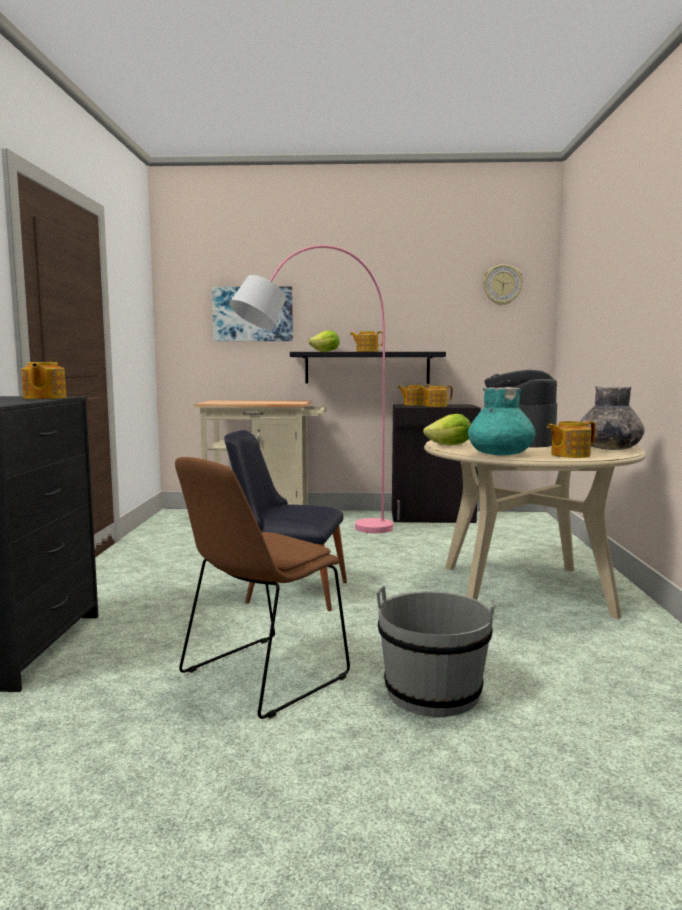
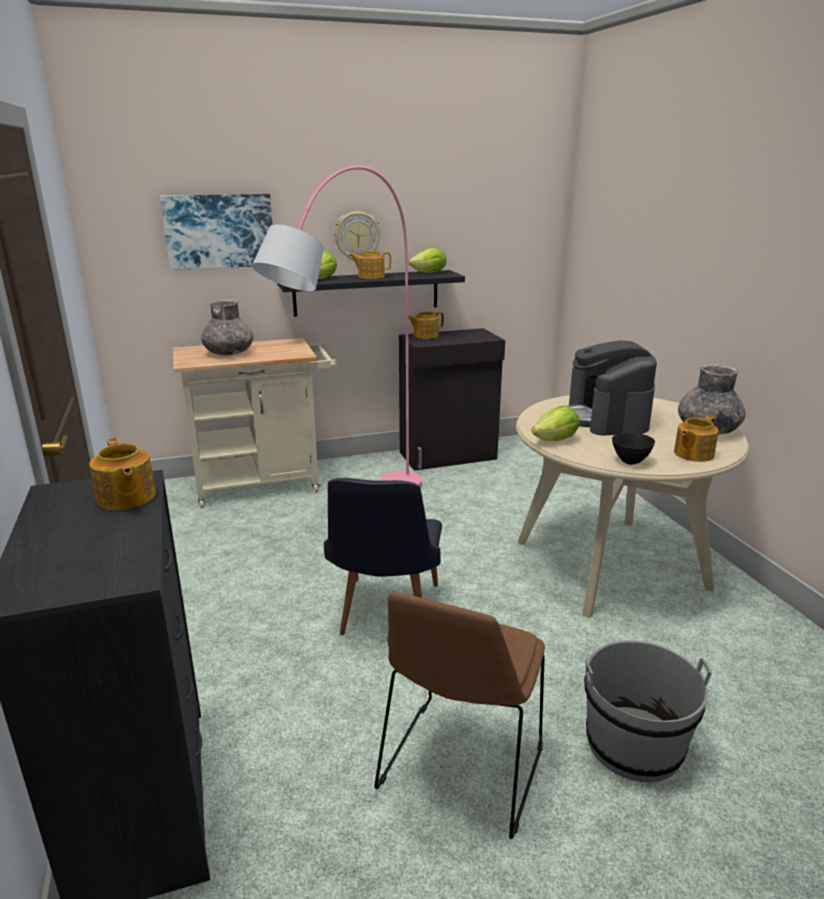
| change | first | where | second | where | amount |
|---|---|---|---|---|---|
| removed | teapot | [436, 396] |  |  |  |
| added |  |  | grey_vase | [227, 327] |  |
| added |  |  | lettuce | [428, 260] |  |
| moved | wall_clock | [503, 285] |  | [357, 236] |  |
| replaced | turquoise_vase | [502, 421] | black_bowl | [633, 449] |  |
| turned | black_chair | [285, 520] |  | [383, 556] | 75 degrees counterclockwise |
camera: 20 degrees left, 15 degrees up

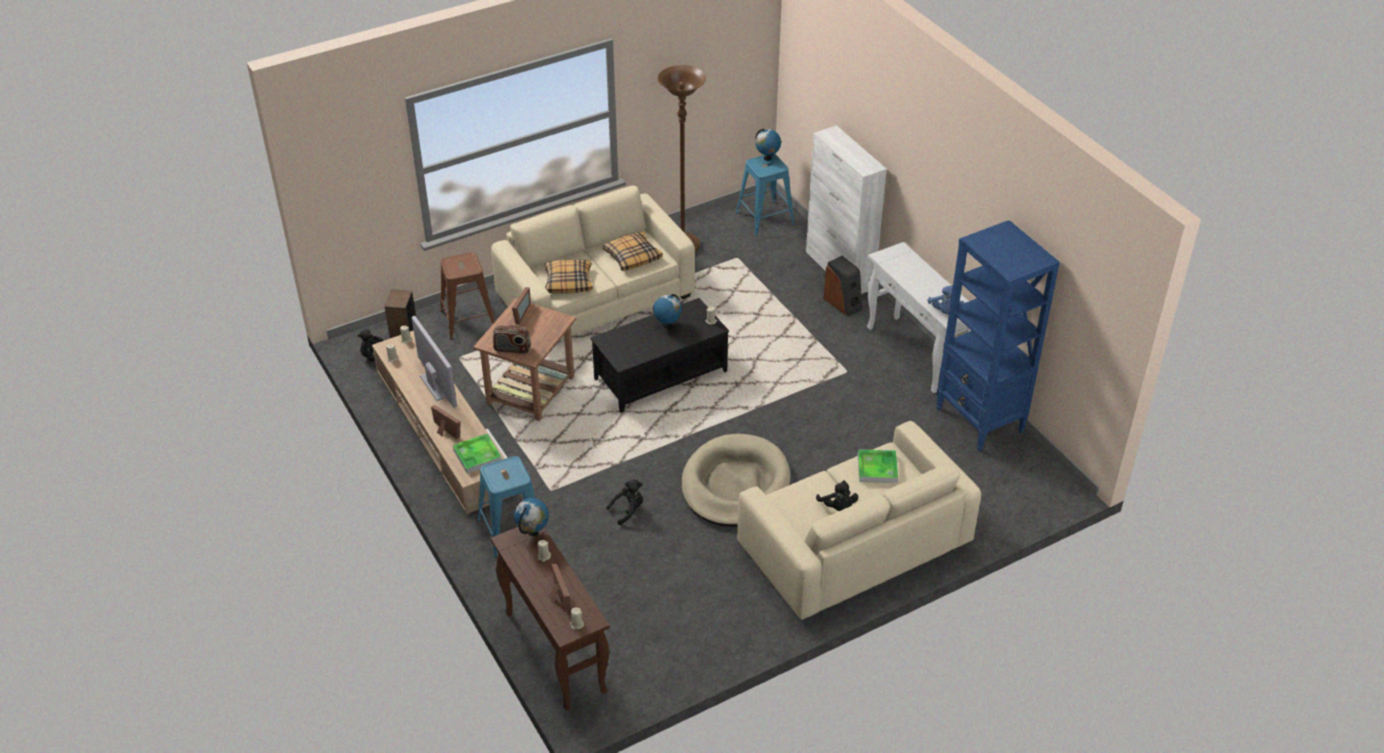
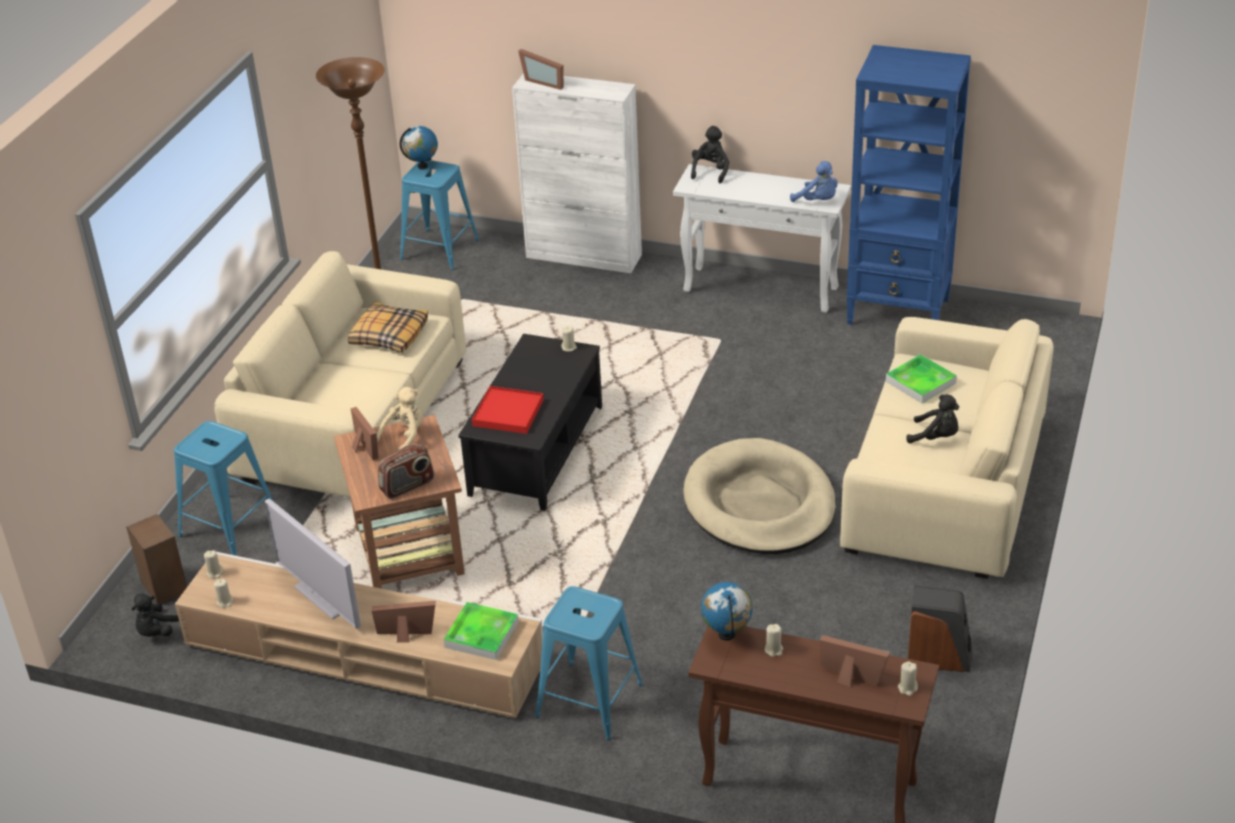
| change | first | where | second | where | amount |
|---|---|---|---|---|---|
| removed | pillow | [568, 276] |  |  |  |
| removed | globe | [667, 311] |  |  |  |
| added |  |  | beige_plush_toy | [400, 419] |  |
| added |  |  | red_tray | [508, 410] |  |
| added |  |  | picture_frame | [541, 69] |  |
| moved | black_plush_toy | [624, 502] |  | [710, 155] |  |
| moved | speaker | [842, 286] |  | [940, 628] |  |
| recoloured | brown_stool | [467, 296] | blue_stool | [223, 488] |  |
| turned | television | [434, 362] |  | [313, 564] | 150 degrees counterclockwise |
camera: 40 degrees left, 5 degrees down

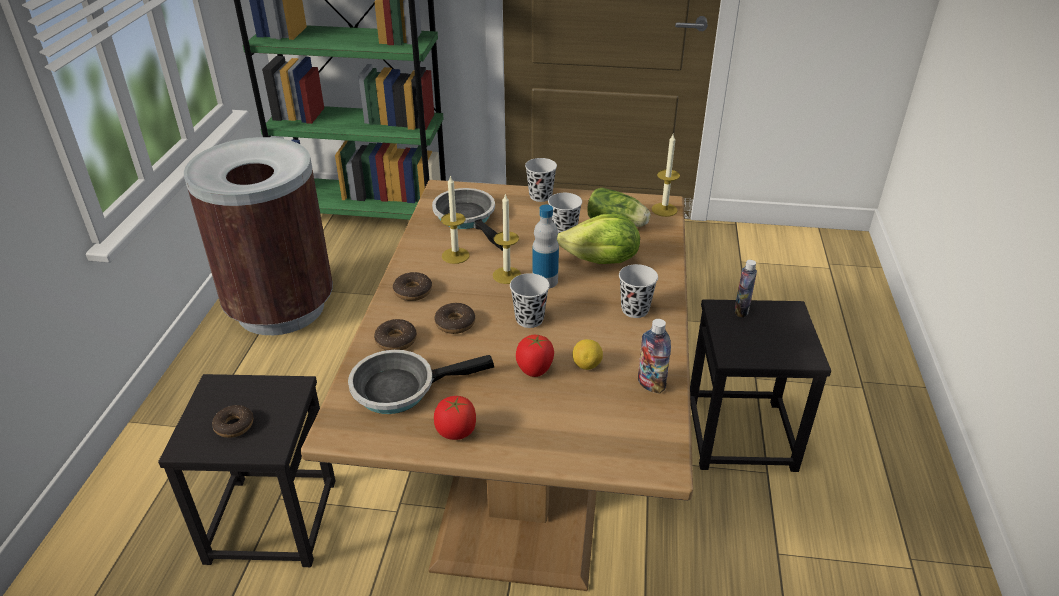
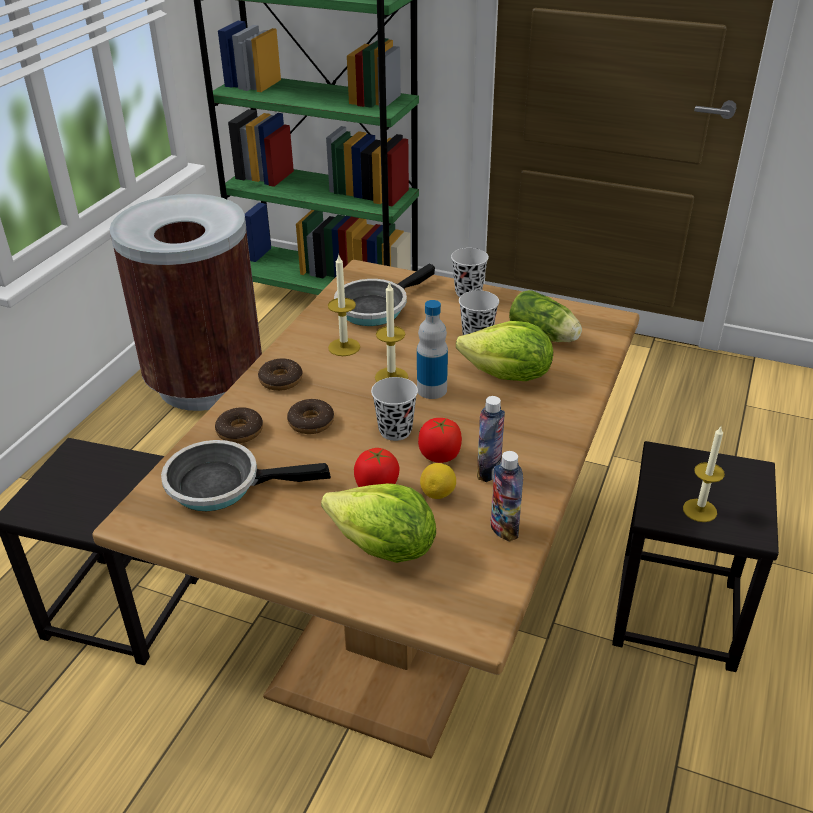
| change | first | where | second | where | amount |
|---|---|---|---|---|---|
| removed | donut | [232, 421] |  |  |  |
| removed | black_cup | [638, 291] |  |  |  |
| added |  |  | lettuce | [378, 523] |  |
| moved | tomato | [455, 418] |  | [440, 440] |  |
| moved | candle | [666, 175] |  | [704, 474] |  |
| moved | bottle | [745, 288] |  | [491, 439] |  |
| turned | frying_pan | [467, 219] |  | [384, 294] | 120 degrees counterclockwise |
camera: 15 degrees right, 0 degrees up

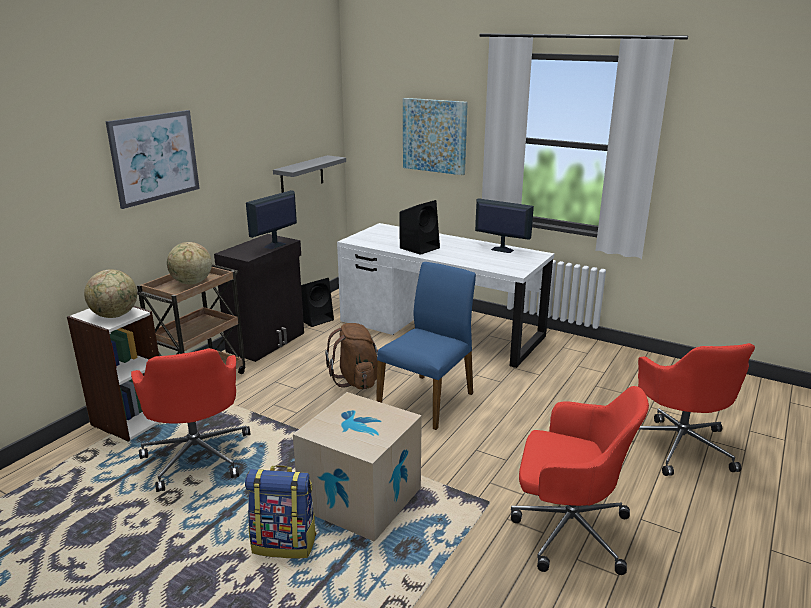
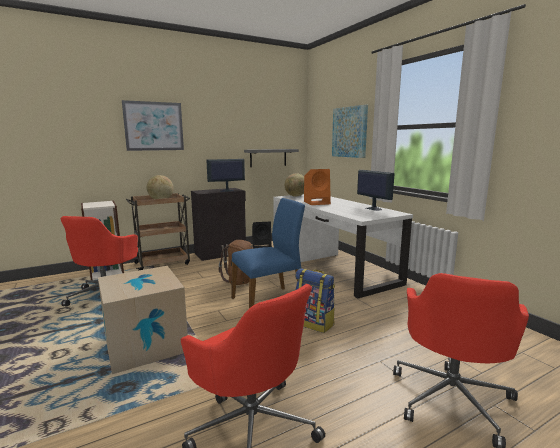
| change | first | where | second | where | amount |
|---|---|---|---|---|---|
| moved | globe | [110, 293] |  | [294, 185] |  |
| moved | backpack | [281, 511] |  | [315, 300] |  |
| recoloured | black_speaker | [419, 227] | orange_speaker | [317, 187] |  |
camera: 30 degrees right, 10 degrees down

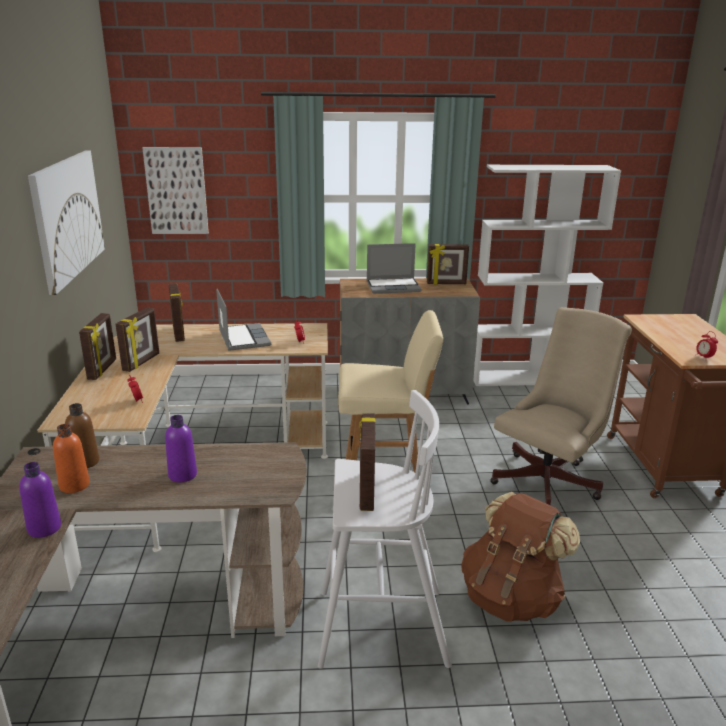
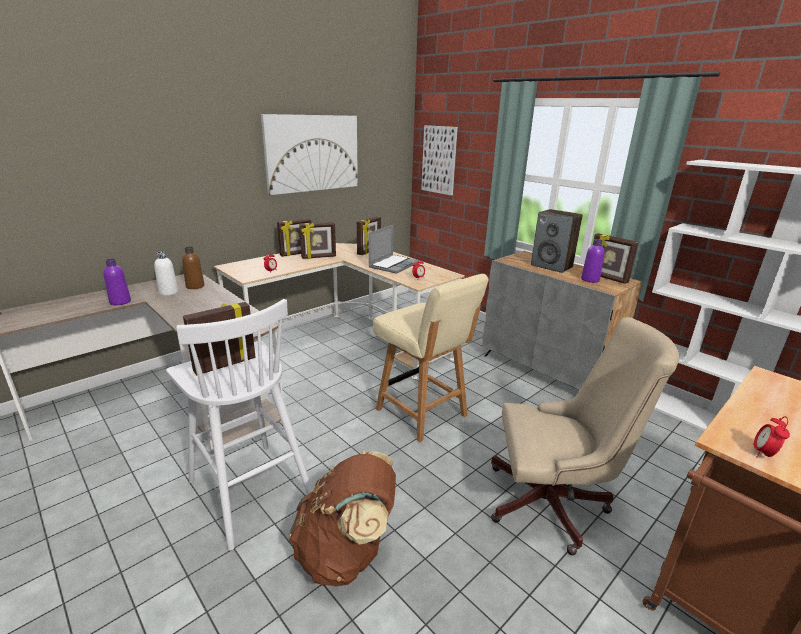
| change | first | where | second | where | amount |
|---|---|---|---|---|---|
| moved | purple_bottle | [181, 448] |  | [593, 261] |  |
| replaced | laptop | [394, 268] | speaker | [557, 241] |  |
| recoloured | orange_bottle | [71, 458] | white_bottle | [166, 274] |  |
camera: 50 degrees right, 0 degrees up

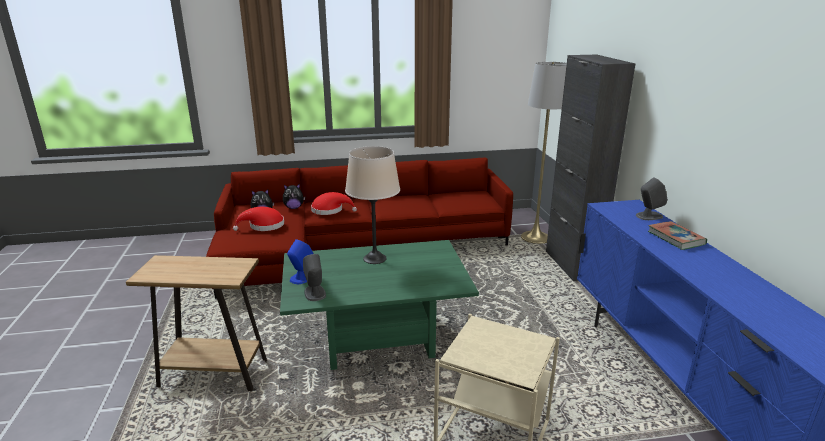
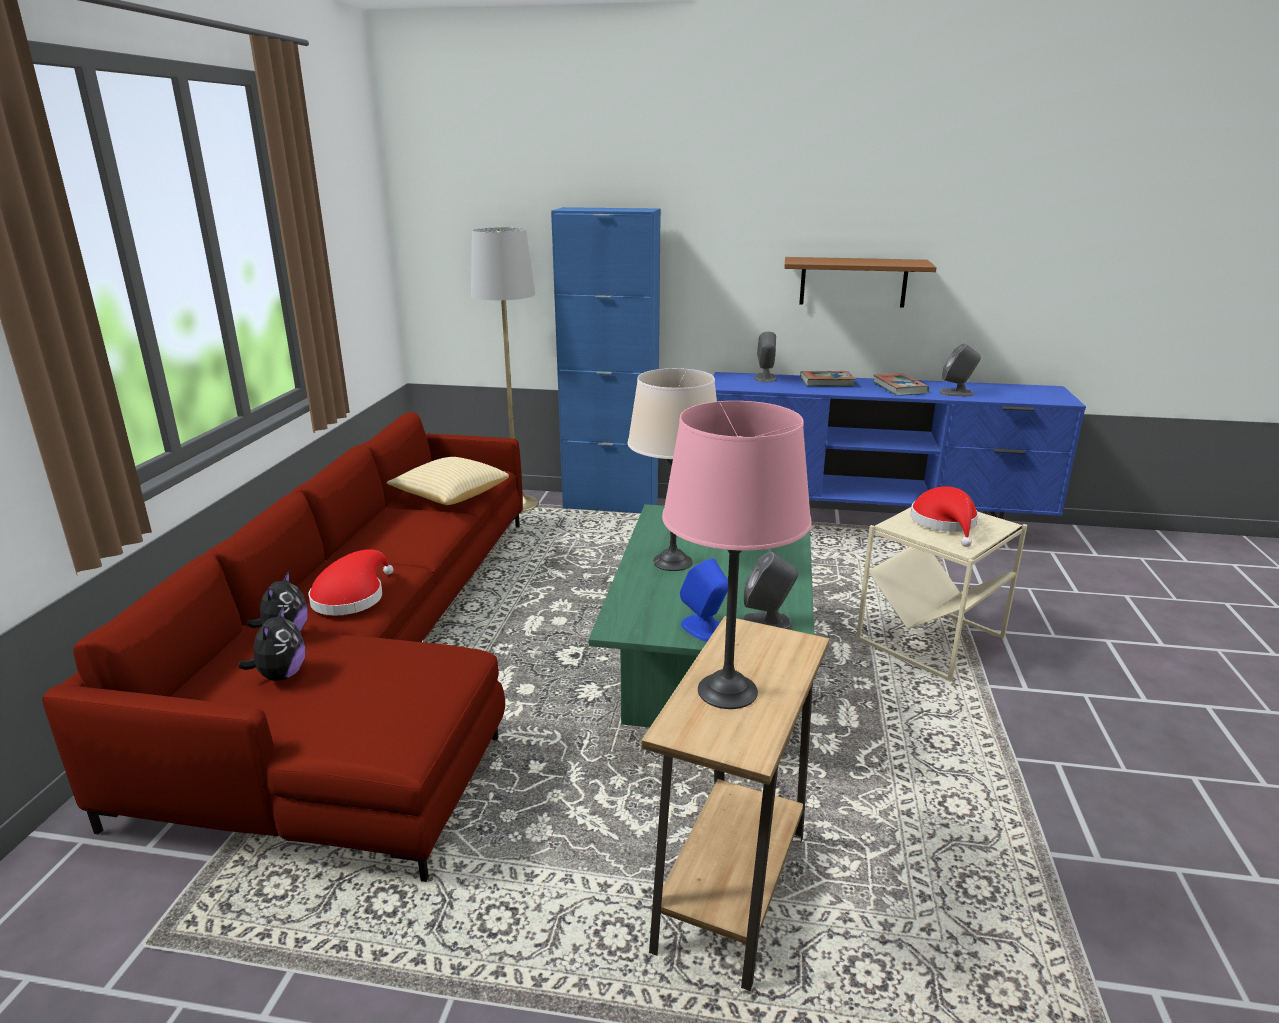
| change | first | where | second | where | amount |
|---|---|---|---|---|---|
| added |  |  | pillow | [447, 481] |  |
| added |  |  | pink_table_lamp | [737, 555] |  |
| added |  |  | brown_shelf | [860, 282] |  |
| added |  |  | book | [901, 384] |  |
| added |  |  | grey_speaker | [960, 369] |  |
| moved | red_hat | [258, 219] |  | [944, 516] |  |
| recoloured | black_cabinet | [591, 168] | blue_cabinet | [606, 360] |  |
camera: 70 degrees left, 0 degrees up

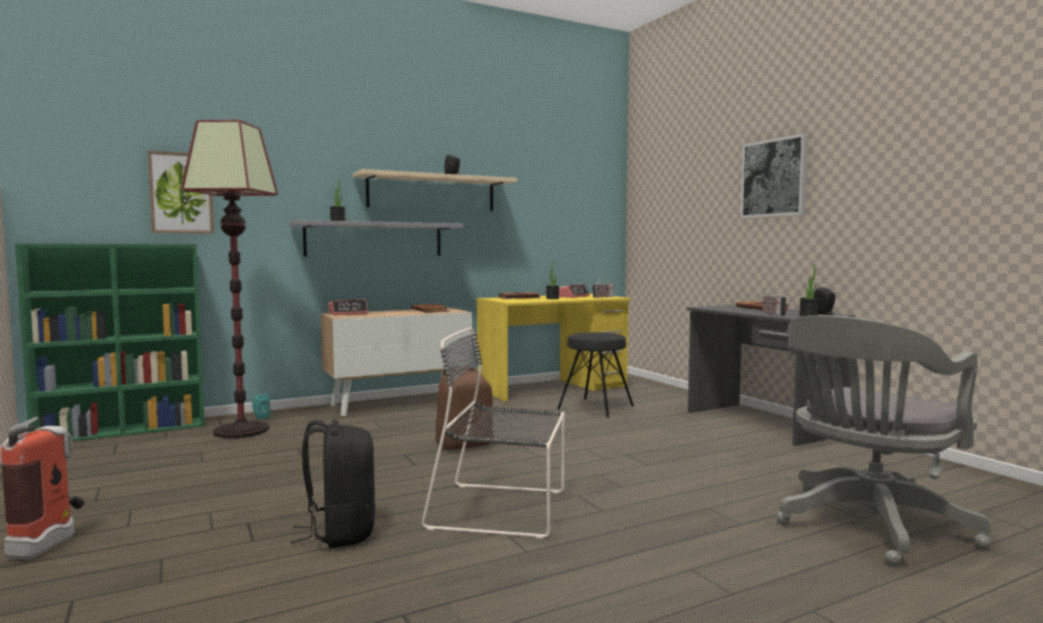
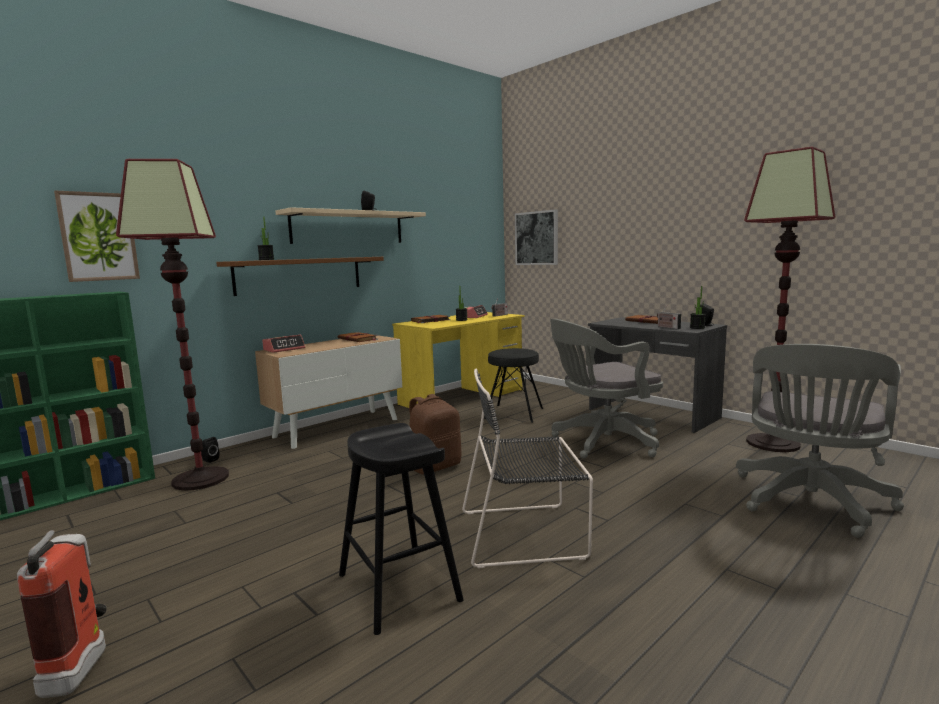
| change | first | where | second | where | amount |
|---|---|---|---|---|---|
| added |  |  | grey_office_chair | [606, 389] |  |
| added |  |  | floor_lamp | [790, 299] |  |
| moved | picture | [774, 175] |  | [536, 237] |  |
| replaced | black_backpack | [332, 484] | black_stool | [401, 529] |  |
| recoloured | turquoise_speaker | [261, 406] | black_speaker | [210, 450] |  |
| recoloured | grey_shelf | [376, 238] | brown_shelf | [300, 276] |  |
camera: 15 degrees left, 5 degrees up

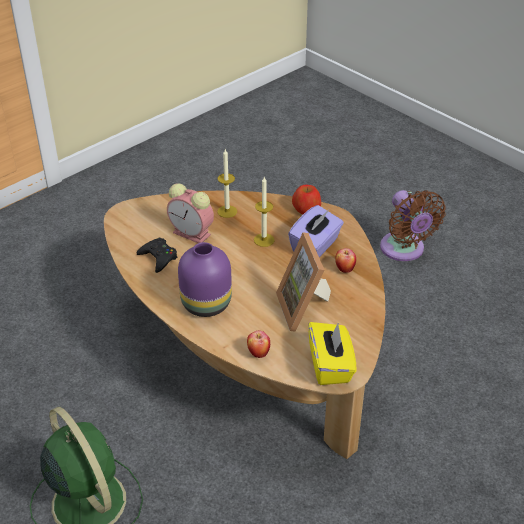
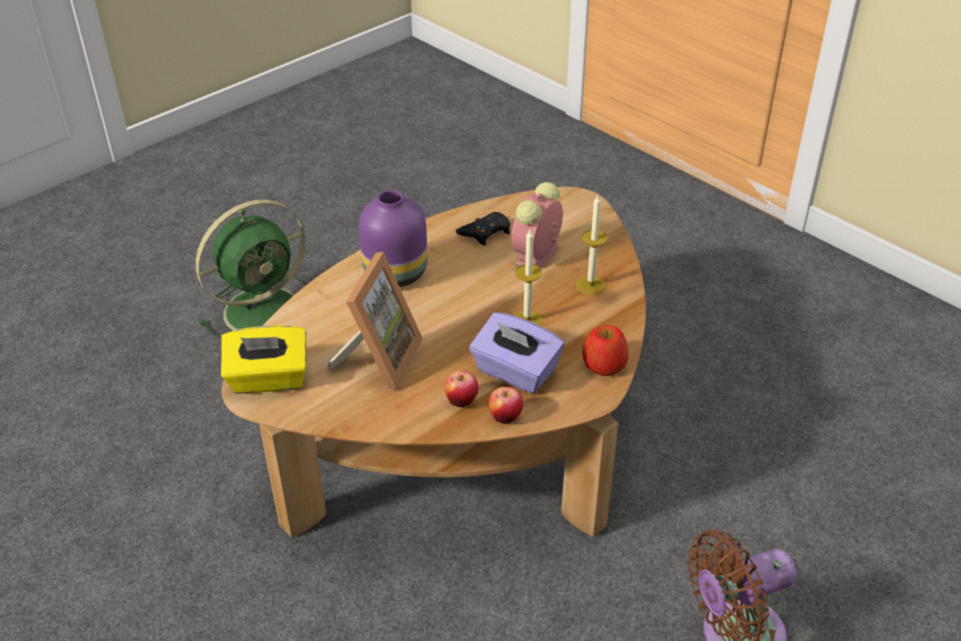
| change | first | where | second | where | amount |
|---|---|---|---|---|---|
| moved | apple | [258, 344] |  | [505, 405] |  |
| turned | picture_frame | [303, 282] |  | [375, 321] | 120 degrees clockwise |
camera: 90 degrees right, 0 degrees up

